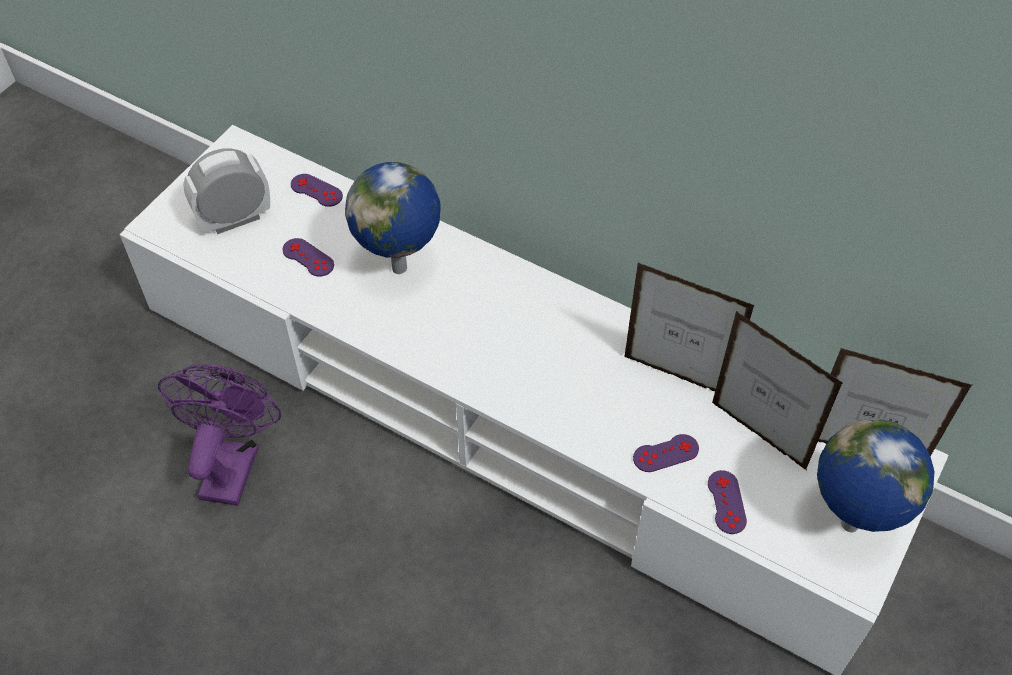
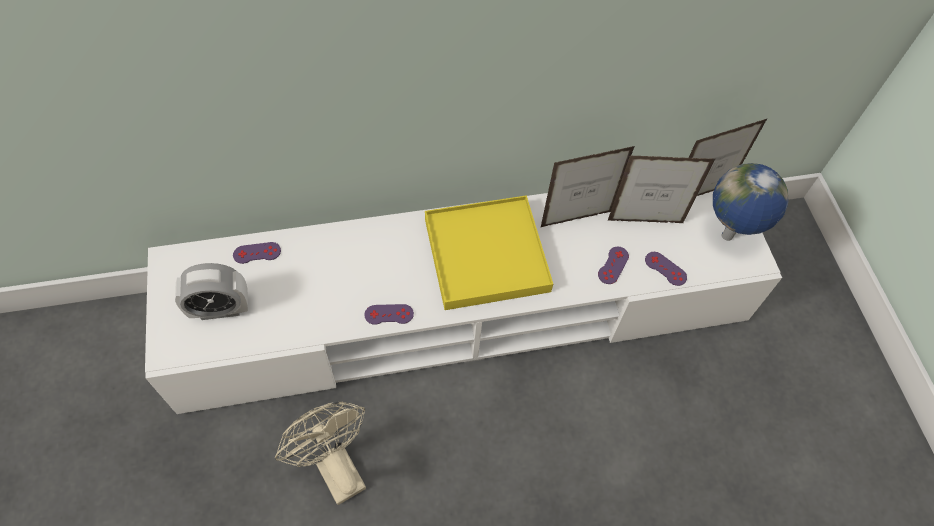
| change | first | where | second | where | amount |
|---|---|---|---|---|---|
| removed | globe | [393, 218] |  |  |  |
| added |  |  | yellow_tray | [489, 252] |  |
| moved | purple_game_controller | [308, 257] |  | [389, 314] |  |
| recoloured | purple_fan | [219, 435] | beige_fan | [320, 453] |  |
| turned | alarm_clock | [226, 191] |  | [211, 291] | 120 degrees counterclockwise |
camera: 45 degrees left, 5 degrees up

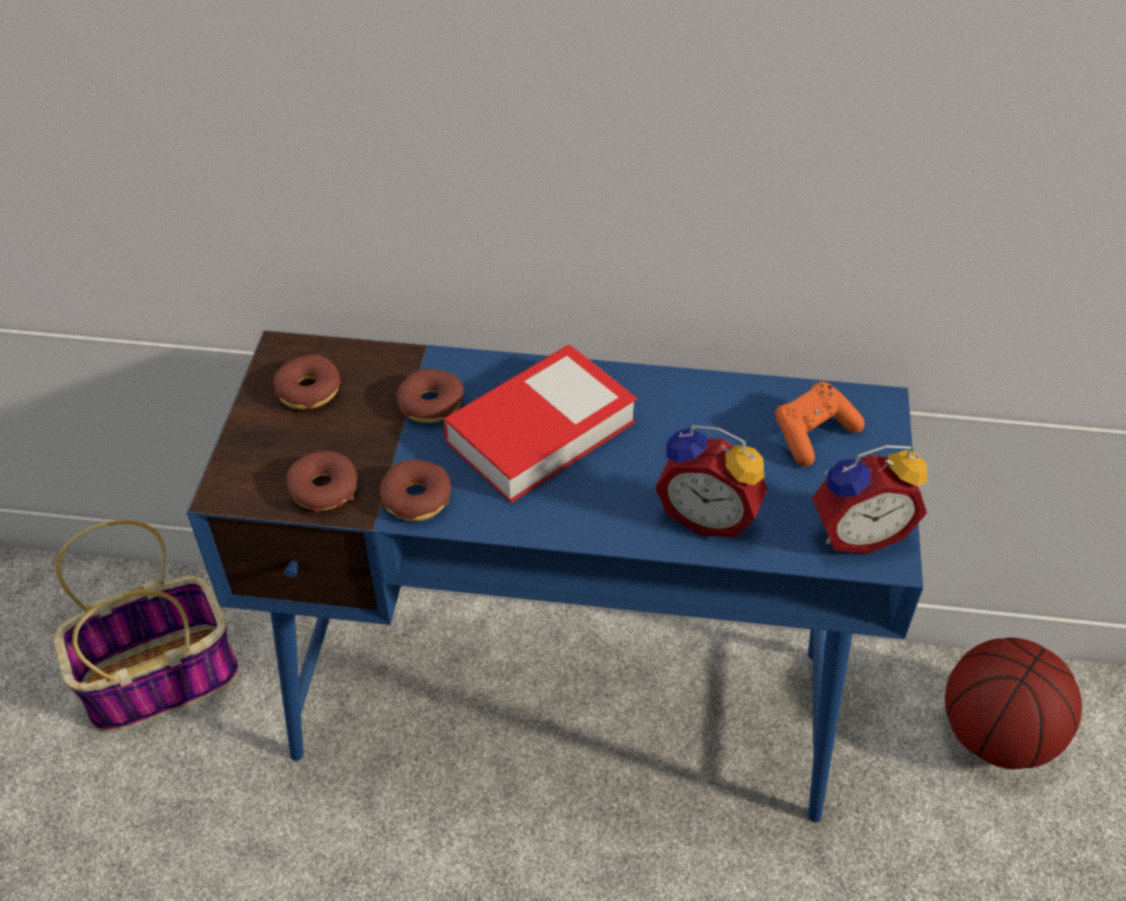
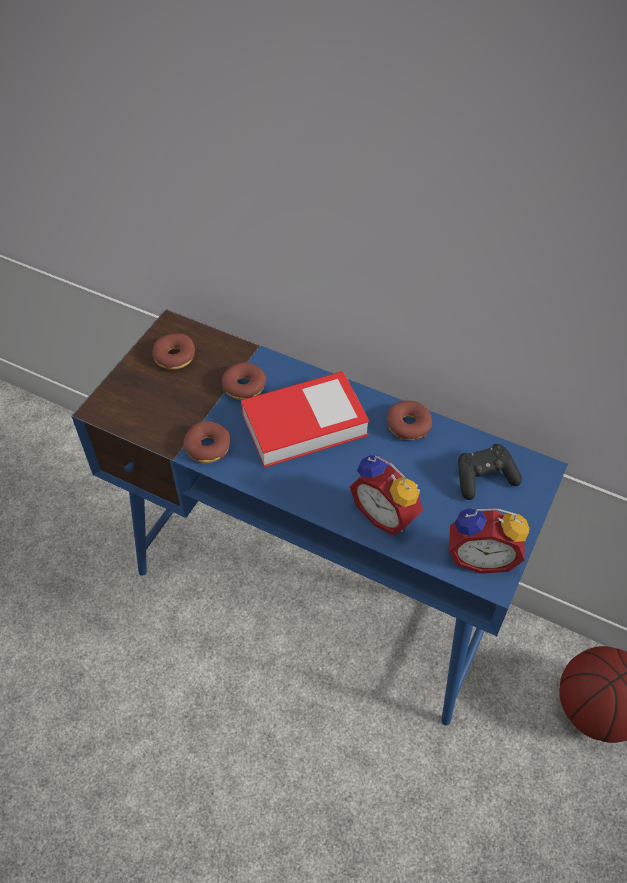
| change | first | where | second | where | amount |
|---|---|---|---|---|---|
| removed | basket | [146, 626] |  |  |  |
| moved | donut | [321, 481] |  | [409, 420] |  |
| recoloured | orange_game_controller | [820, 424] | black_game_controller | [490, 472] |  |
camera: 20 degrees right, 5 degrees up

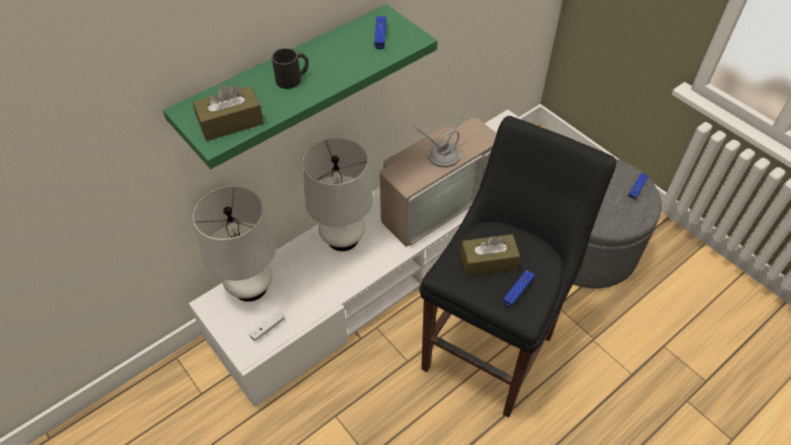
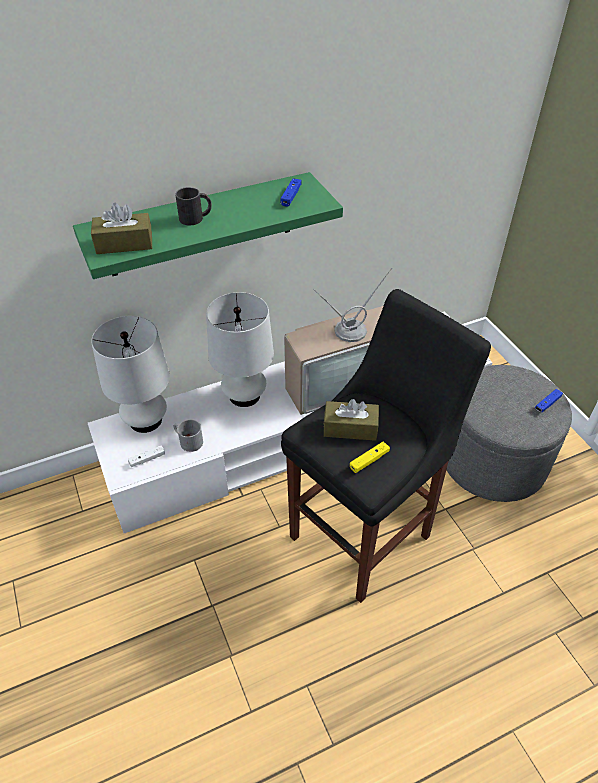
| change | first | where | second | where | amount |
|---|---|---|---|---|---|
| added |  |  | grey_mug | [188, 435] |  |
| recoloured | blue_game_controller | [519, 288] | yellow_game_controller | [370, 457] |  |
camera: 15 degrees right, 5 degrees down

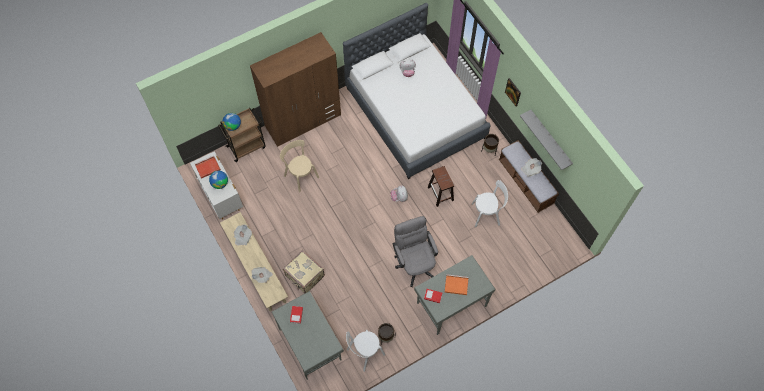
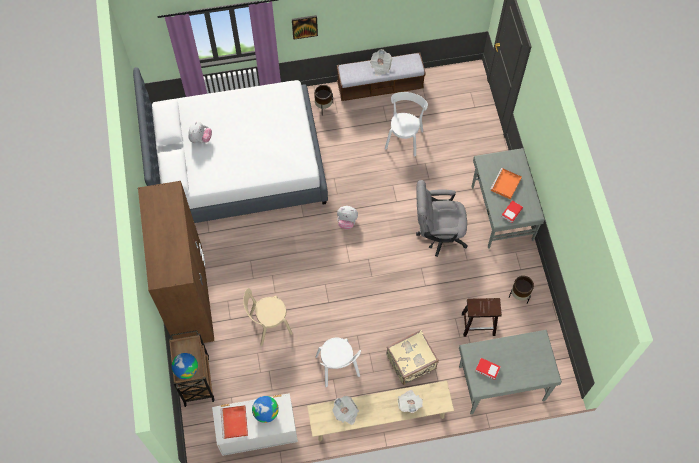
| change | first | where | second | where | amount |
|---|---|---|---|---|---|
| removed | grey_shelf | [546, 140] |  |  |  |
| moved | white_chair | [365, 351] |  | [338, 362] |  |
| moved | brown_stool | [441, 186] |  | [482, 317] |  |
camera: 70 degrees left, 0 degrees up

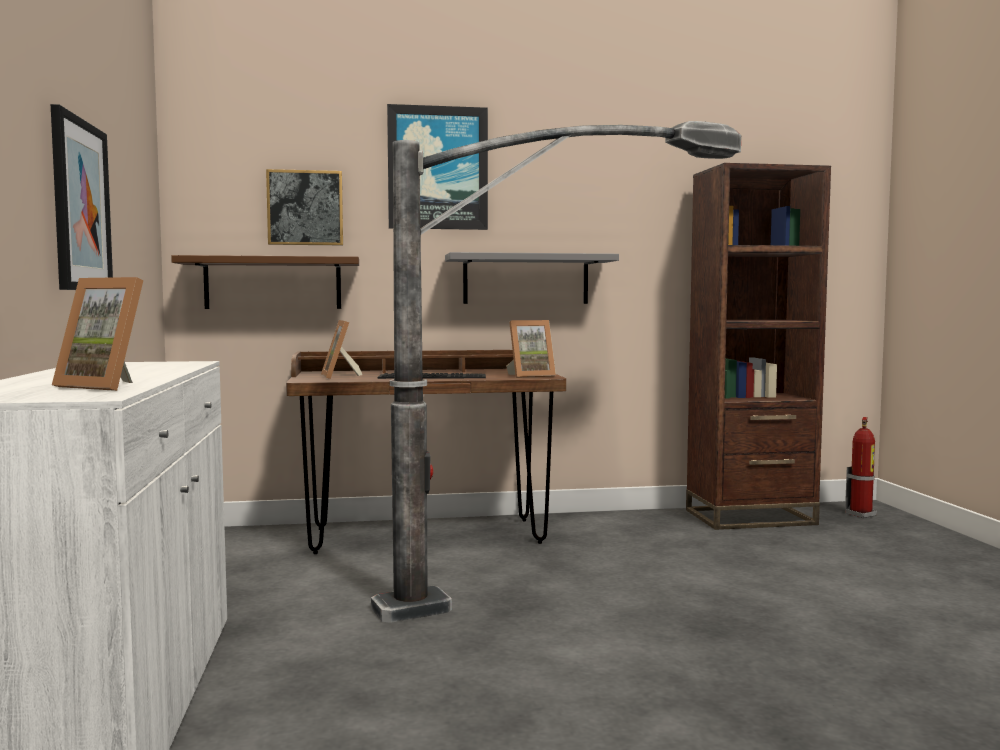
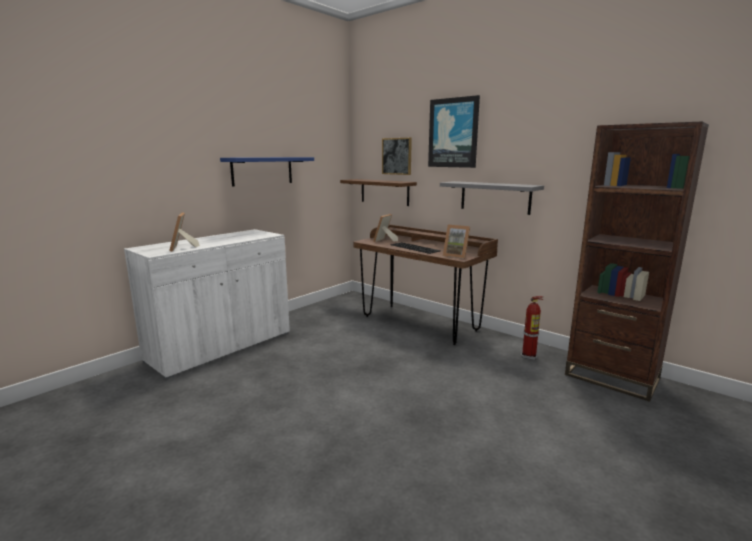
| change | first | where | second | where | amount |
|---|---|---|---|---|---|
| removed | floor_lamp | [556, 372] |  |  |  |
| moved | fire_extinguisher | [861, 467] |  | [532, 328] |  |
| replaced | picture | [82, 197] | blue_shelf | [267, 172] |  |
camera: 50 degrees right, 10 degrees up

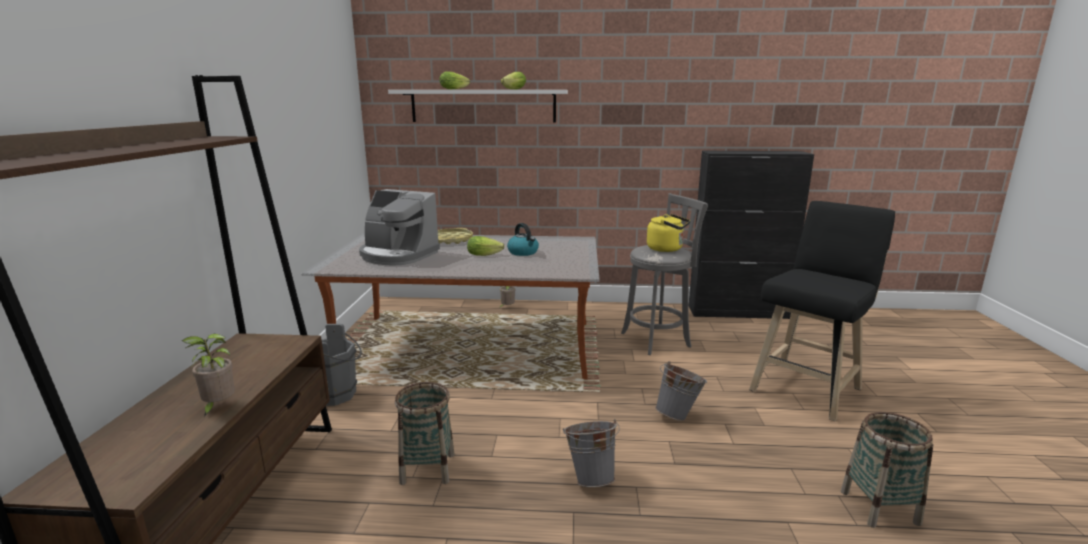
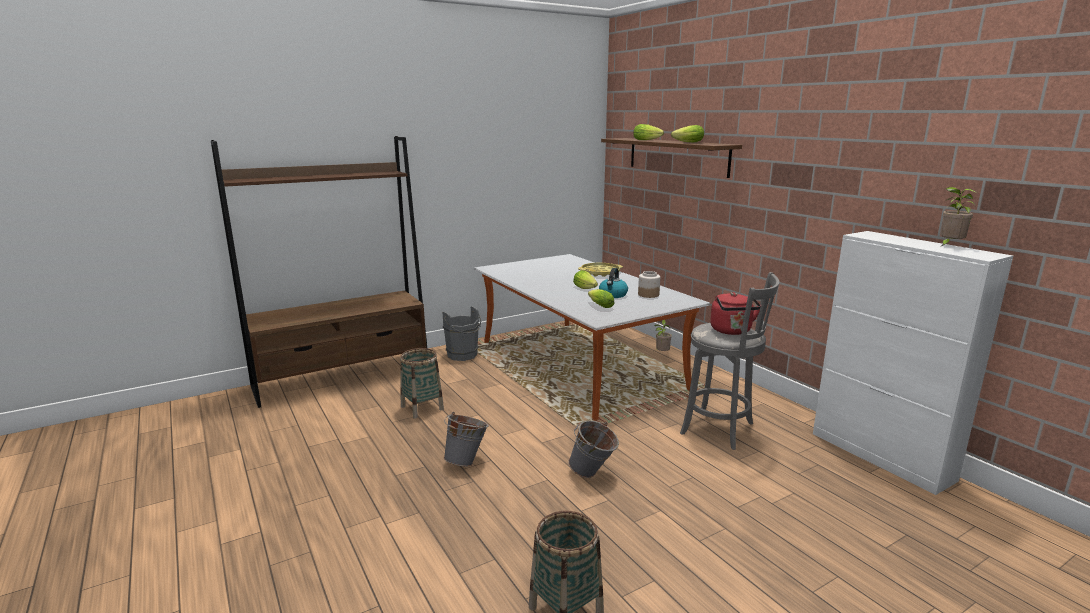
| change | first | where | second | where | amount |
|---|---|---|---|---|---|
| removed | coffee_machine | [399, 227] |  |  |  |
| removed | black_stool | [822, 311] |  |  |  |
| added |  |  | lettuce | [601, 298] |  |
| added |  |  | jar | [649, 284] |  |
| moved | potted_plant | [208, 376] |  | [959, 216] |  |
| recoloured | white_shelf | [478, 106] | brown_shelf | [671, 158] |  |
| recoloured | yellow_kettle | [668, 233] | red_kettle | [735, 313] |  |
| recoloured | black_cabinet | [751, 235] | white_cabinet | [913, 363] |  |
camera: 55 degrees right, 0 degrees up

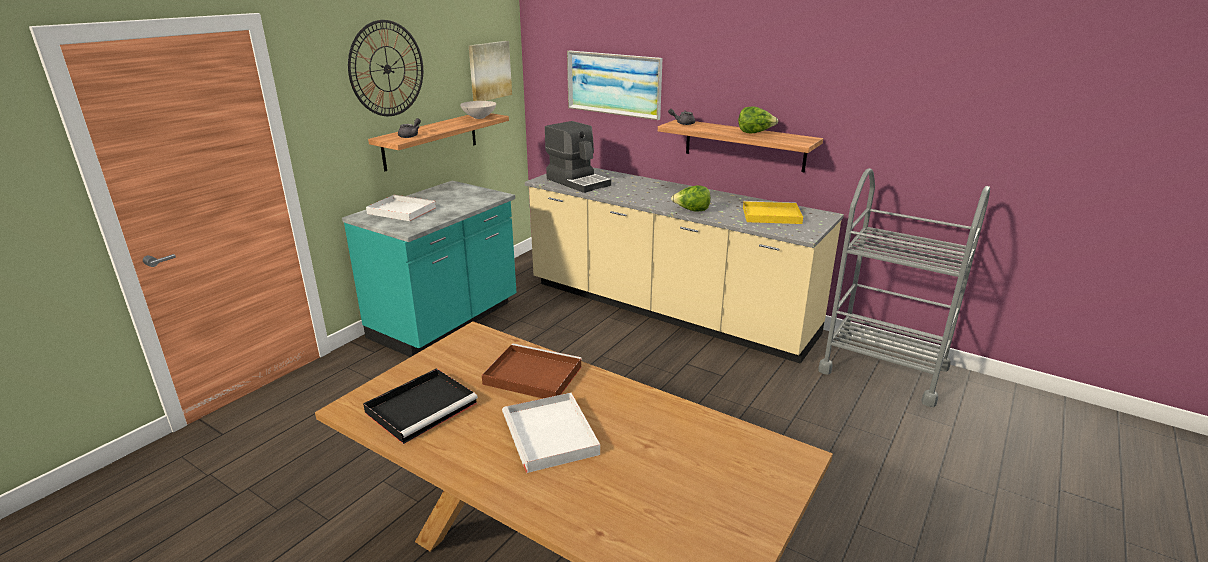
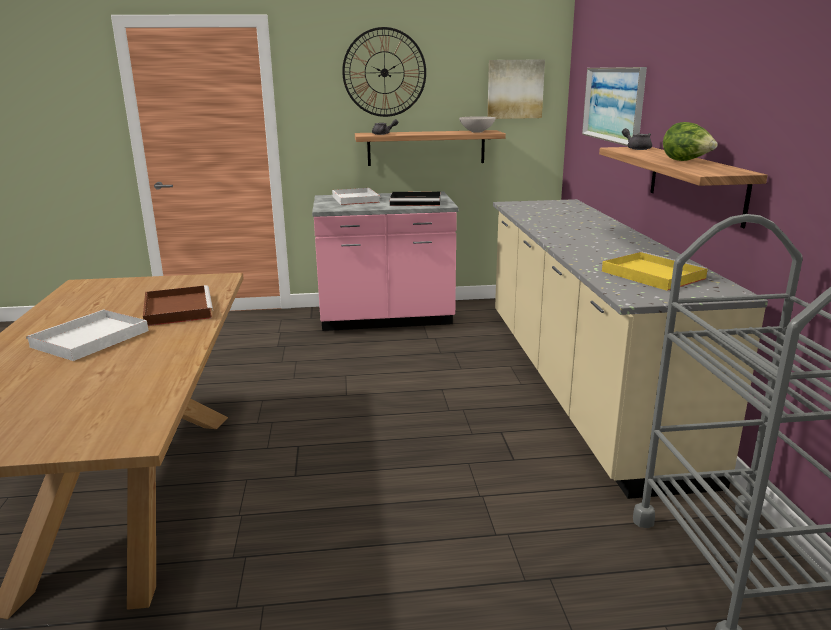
| change | first | where | second | where | amount |
|---|---|---|---|---|---|
| removed | coffee_machine | [578, 157] |  |  |  |
| removed | lettuce | [691, 198] |  |  |  |
| moved | black_tray | [420, 406] |  | [415, 199] |  |
| recoloured | turquoise_counter | [429, 269] | pink_counter | [385, 261] |  |
camera: 50 degrees right, 5 degrees down

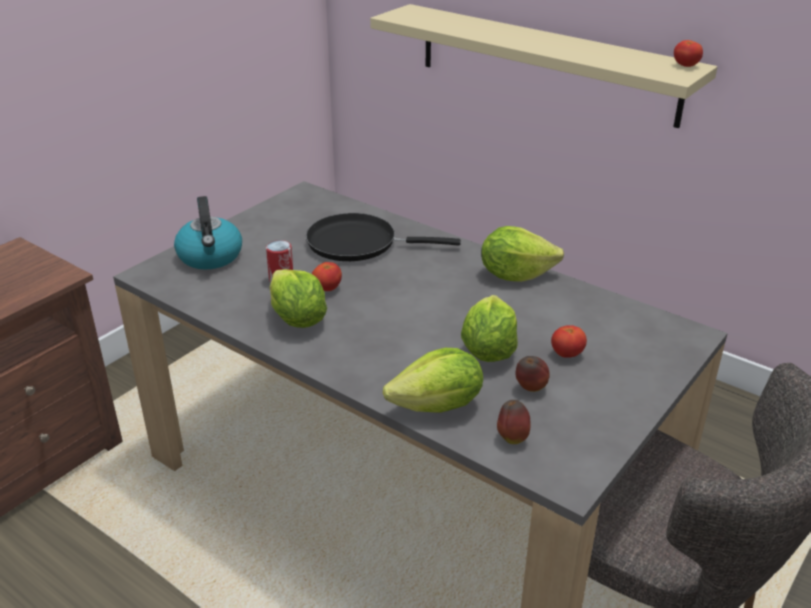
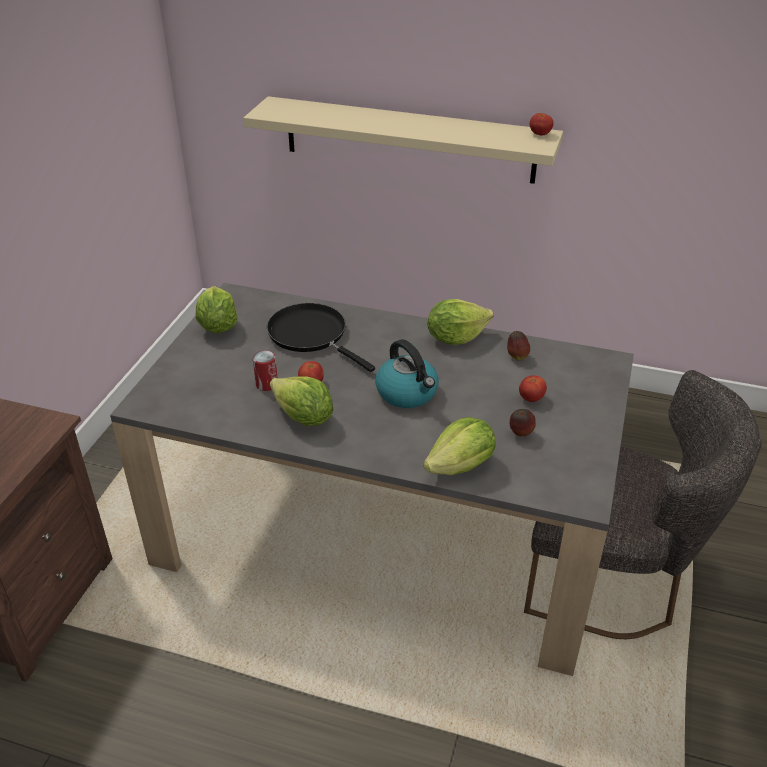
| change | first | where | second | where | amount |
|---|---|---|---|---|---|
| moved | kettle | [208, 233] |  | [406, 373] |  |
| moved | lettuce | [489, 328] |  | [216, 309] |  |
| moved | apple | [513, 422] |  | [518, 345] |  |
| turned | black_frying_pan | [383, 237] |  | [321, 337] | 60 degrees clockwise |
camera: 20 degrees left, 5 degrees up

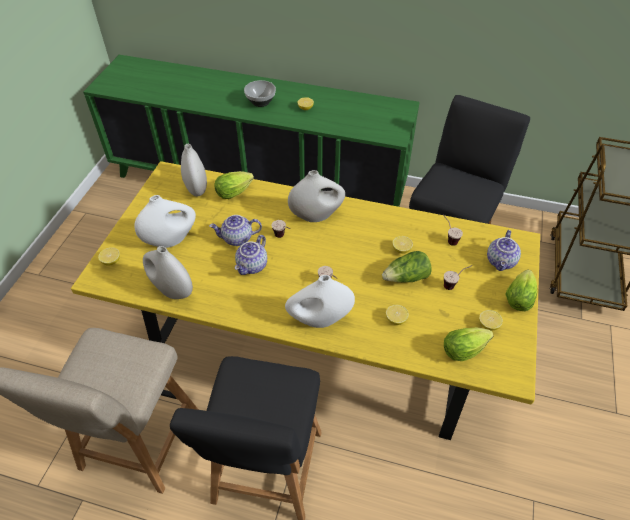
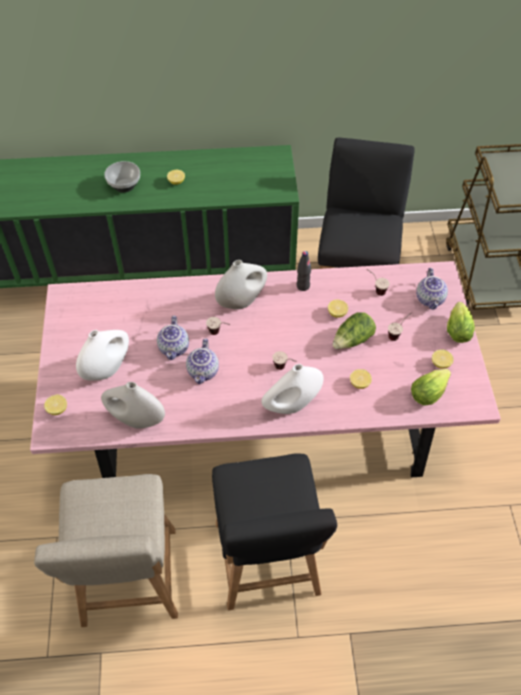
| change | first | where | second | where | amount |
|---|---|---|---|---|---|
| removed | white_vase | [194, 170] |  |  |  |
| removed | lettuce | [234, 185] |  |  |  |
| added |  |  | black_bottle | [304, 271] |  |
| recoloured | yellow_dining_table | [305, 300] | pink_dining_table | [265, 369] |  |
| turned | teapot | [235, 230] |  | [173, 338] | 60 degrees counterclockwise |
camera: 20 degrees left, 5 degrees up

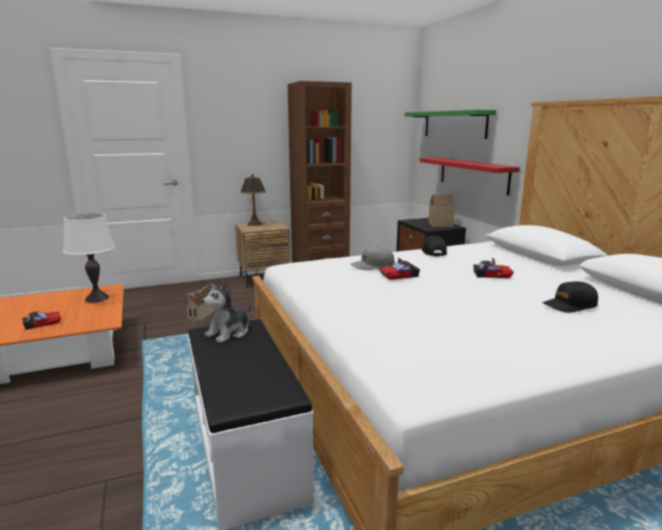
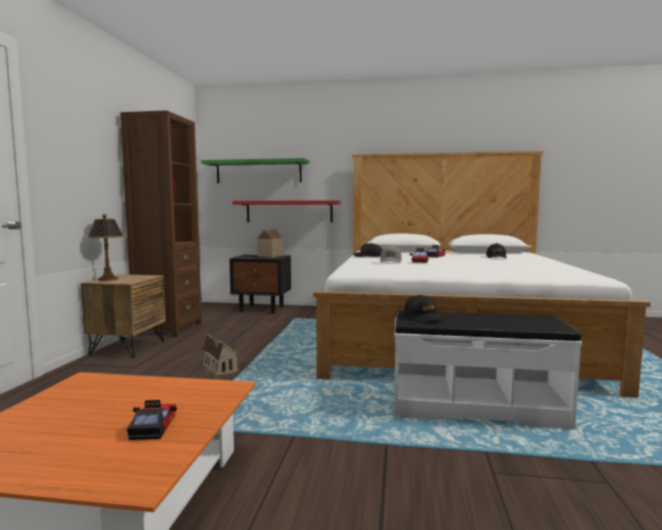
| change | first | where | second | where | amount |
|---|---|---|---|---|---|
| removed | white_table_lamp | [89, 258] |  |  |  |
| replaced | plush_toy | [227, 311] | black_cap | [423, 308] |  |
camera: 60 degrees left, 10 degrees down

